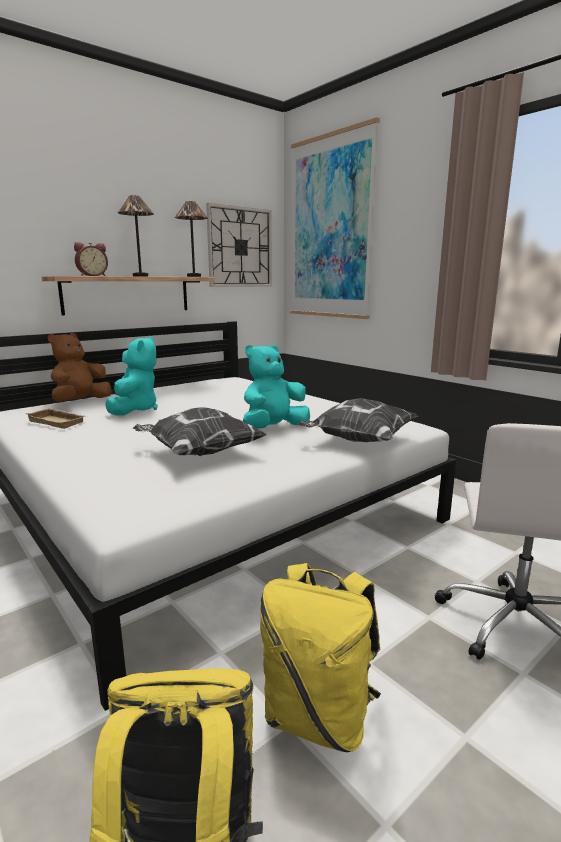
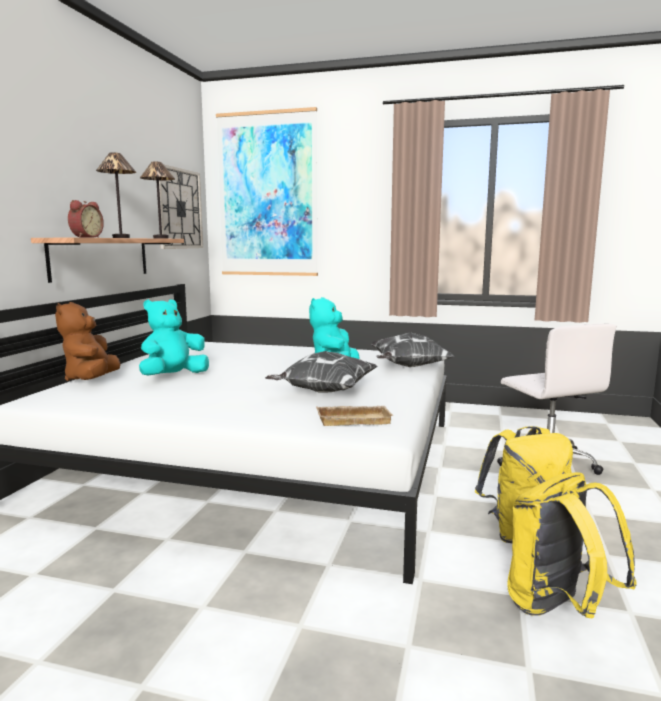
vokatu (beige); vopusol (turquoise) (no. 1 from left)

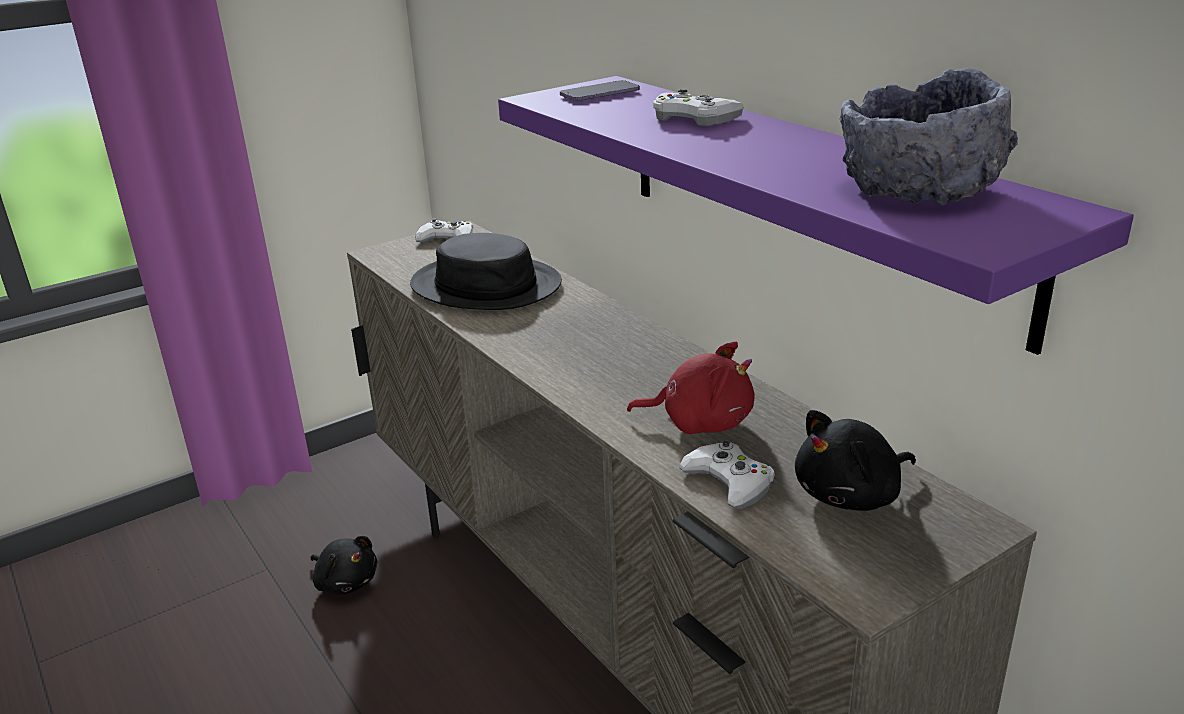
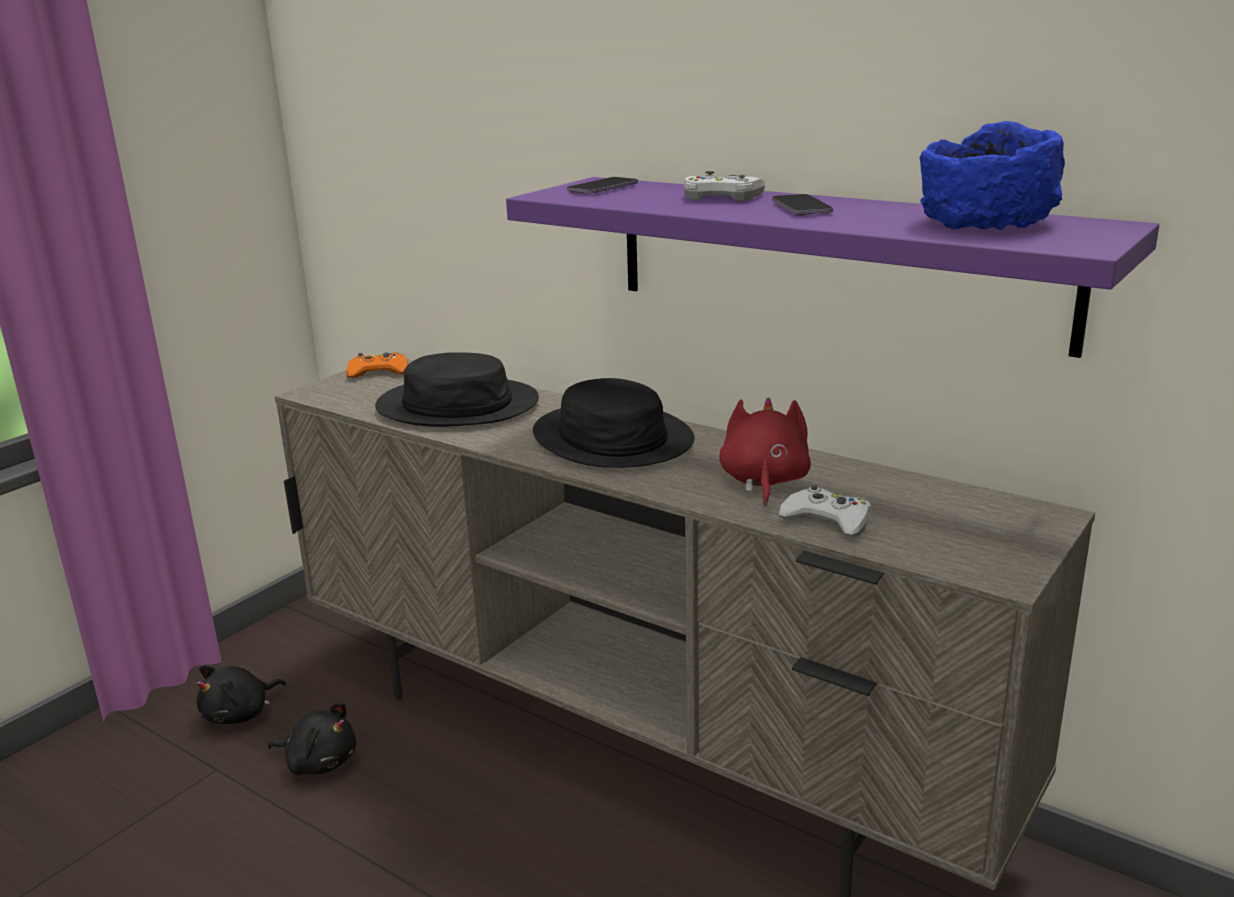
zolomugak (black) (no. 2 from left); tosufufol (no. 2 from left); vopusol (black) (no. 1 from left); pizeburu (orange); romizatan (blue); vopusol (red)

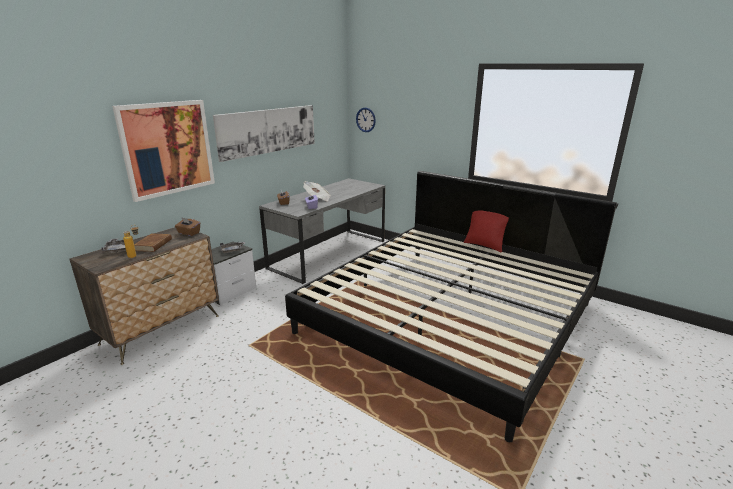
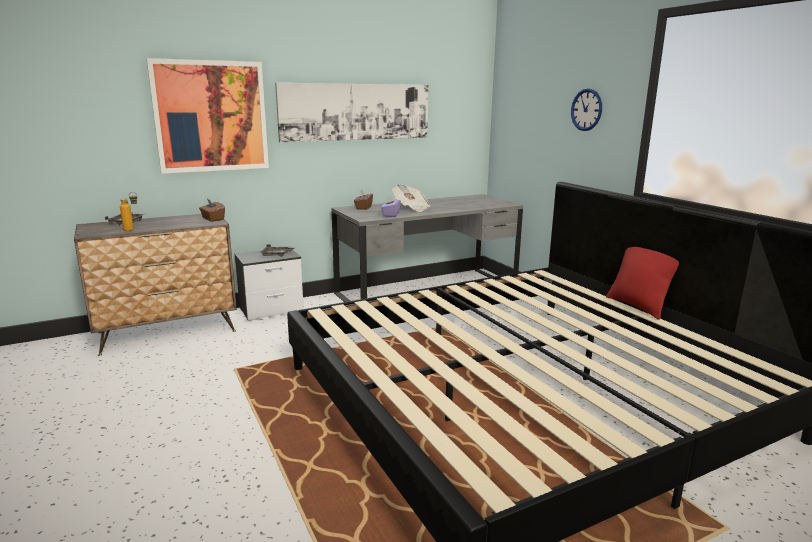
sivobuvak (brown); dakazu

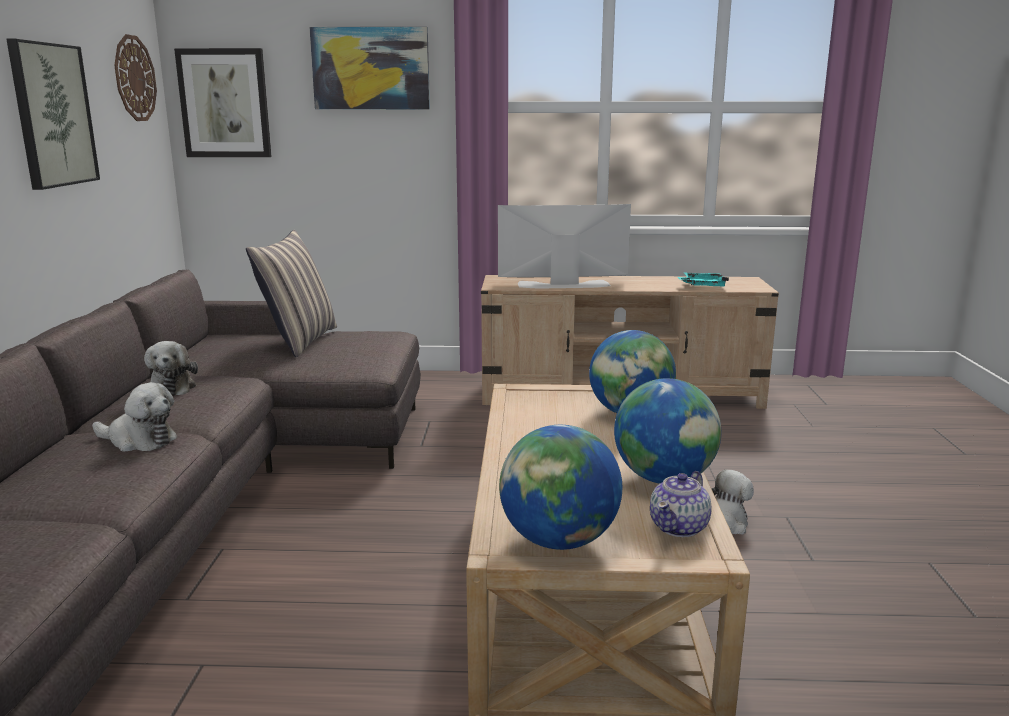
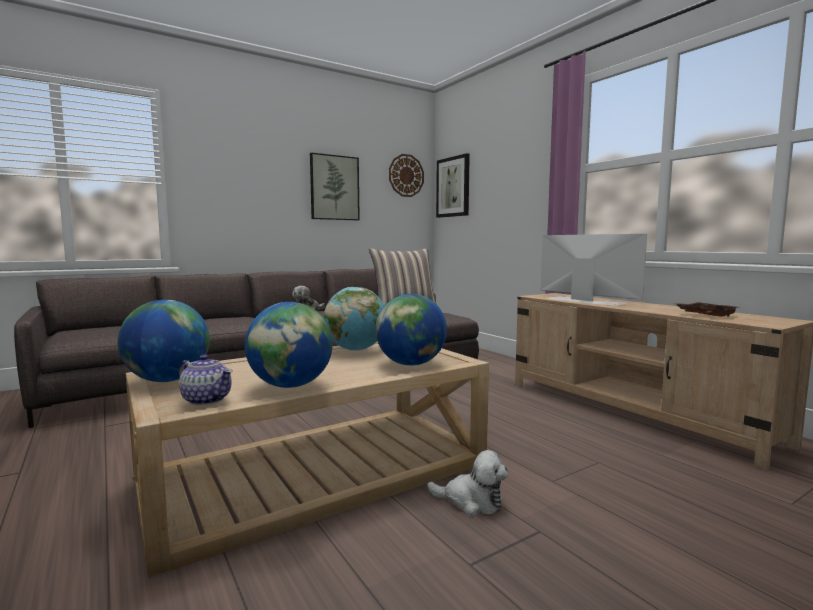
vopusol (no. 1 from left in the first image); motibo (no. 3 from left in the first image); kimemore (no. 3 from left); vokatu (brown); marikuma

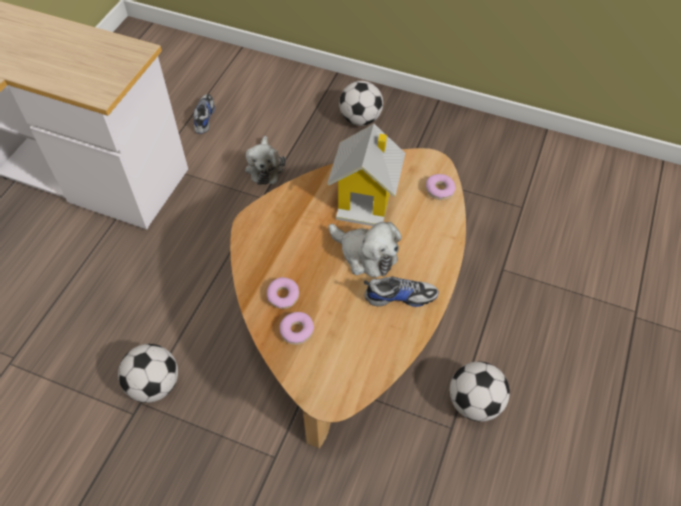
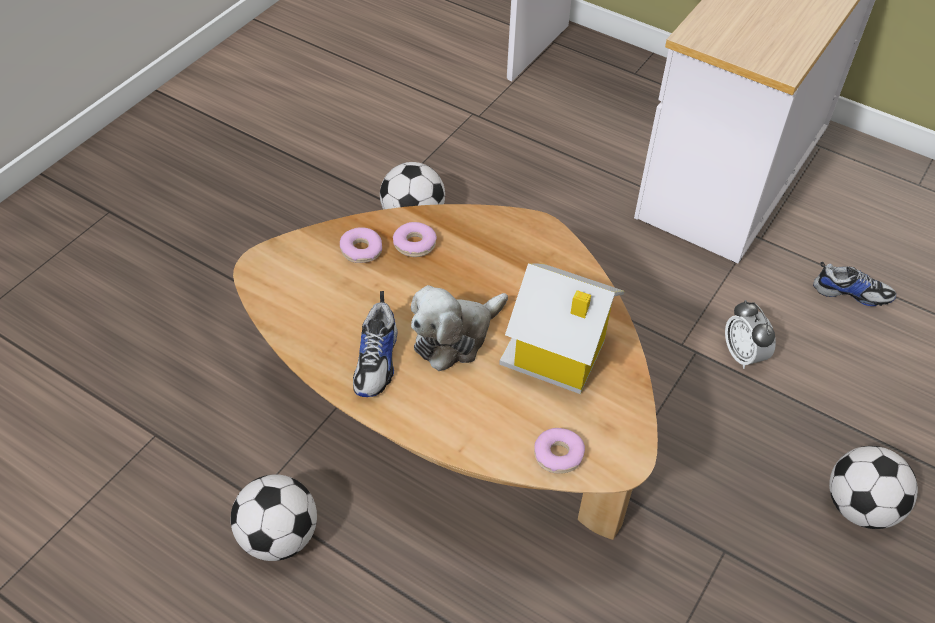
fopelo

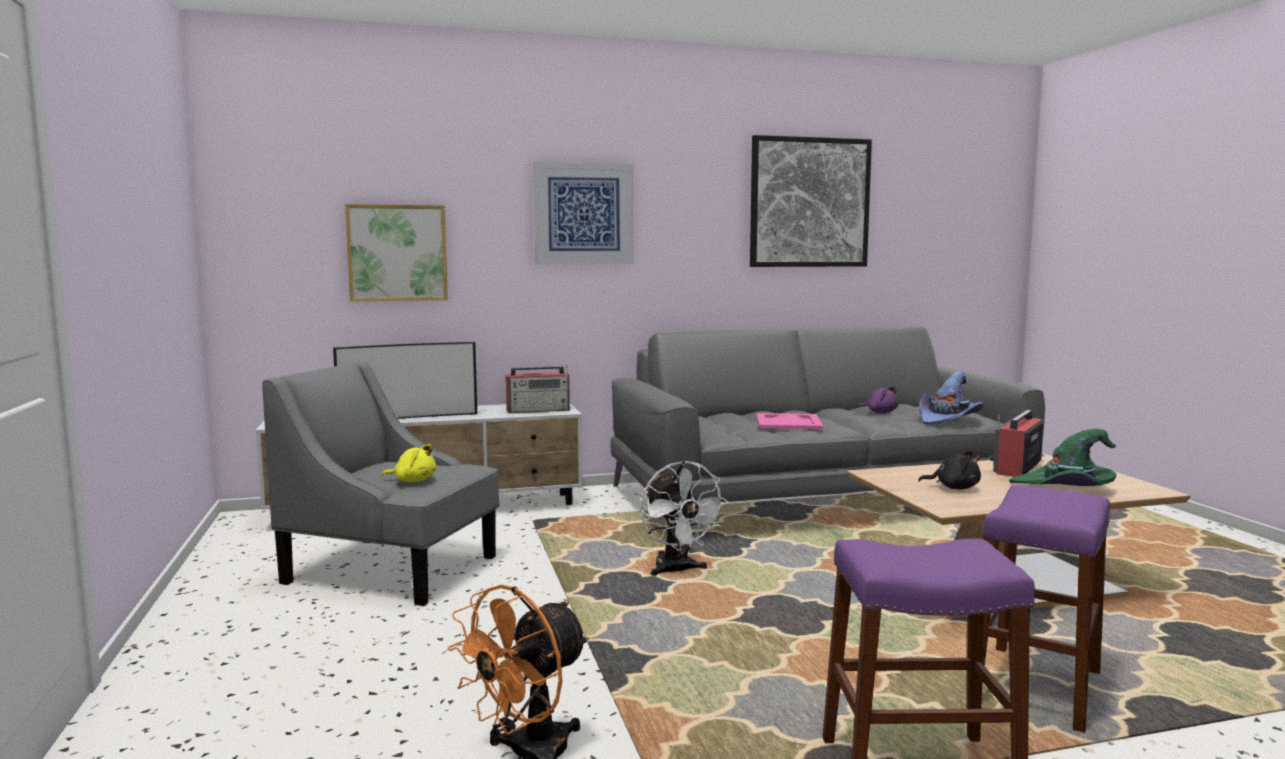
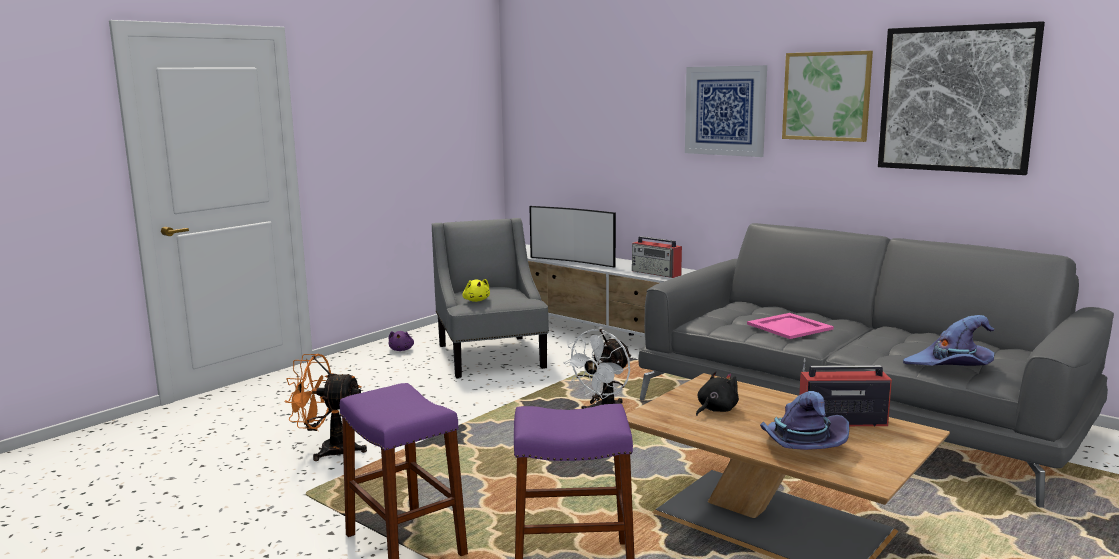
motibo (no. 2 from left); vopusol (purple); zolomugak (purple) (no. 1 from left); vopusol (black)

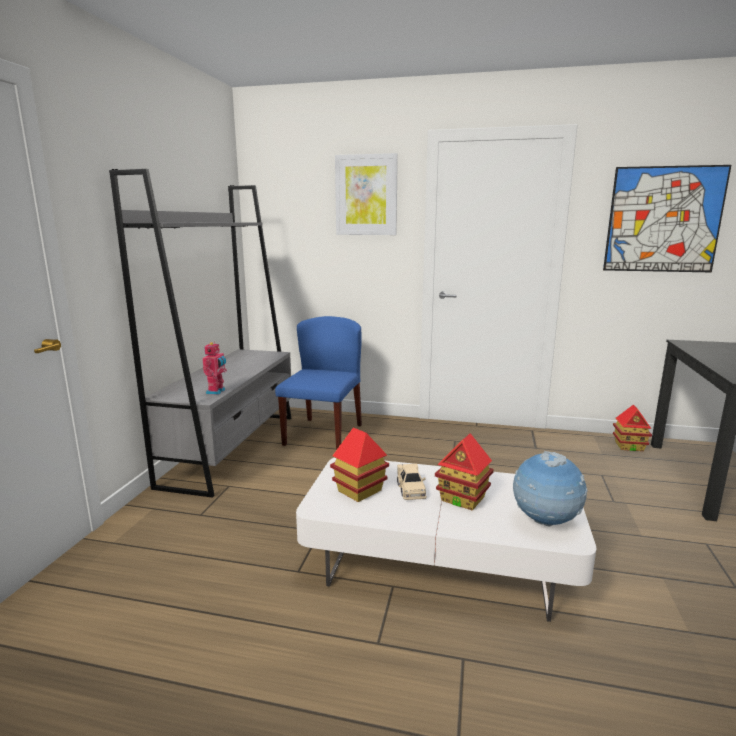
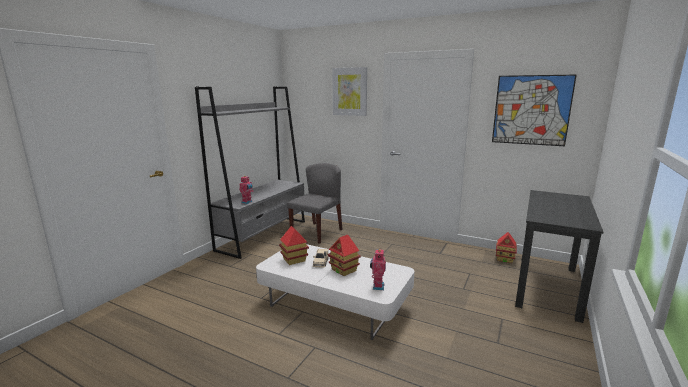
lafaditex (no. 2 from left); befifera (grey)

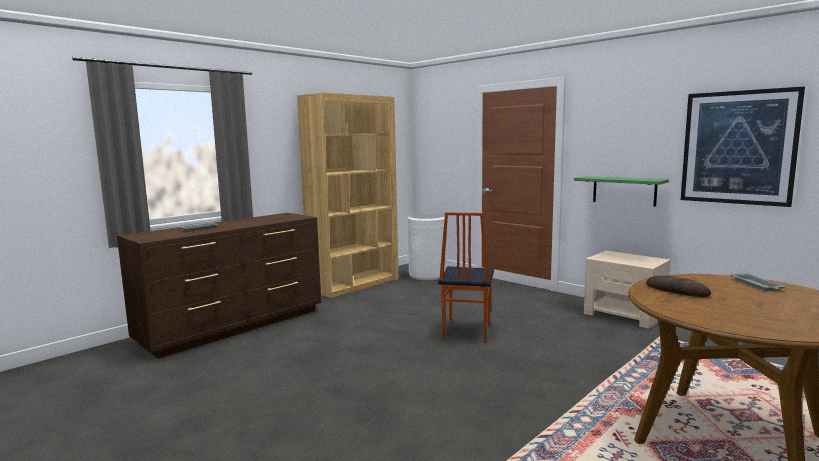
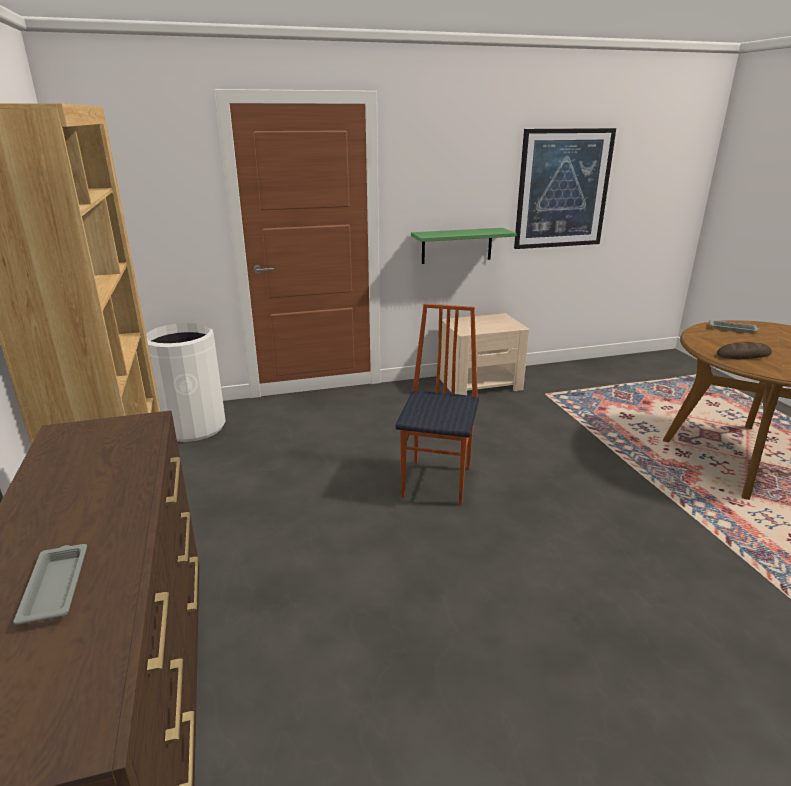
befifera

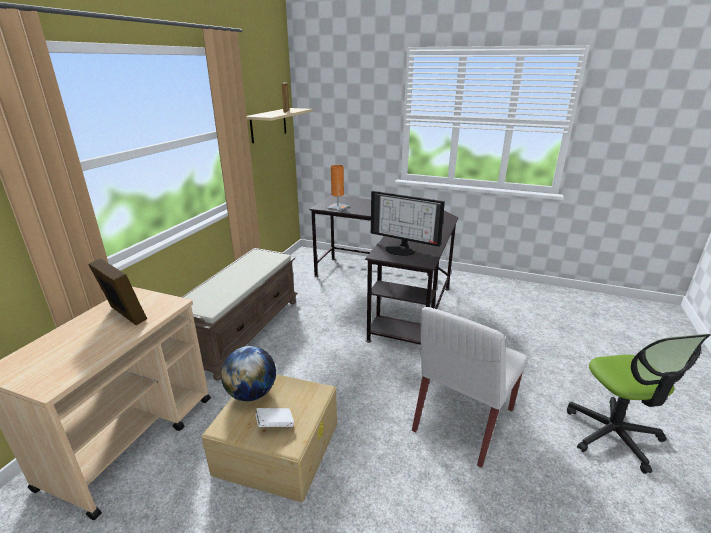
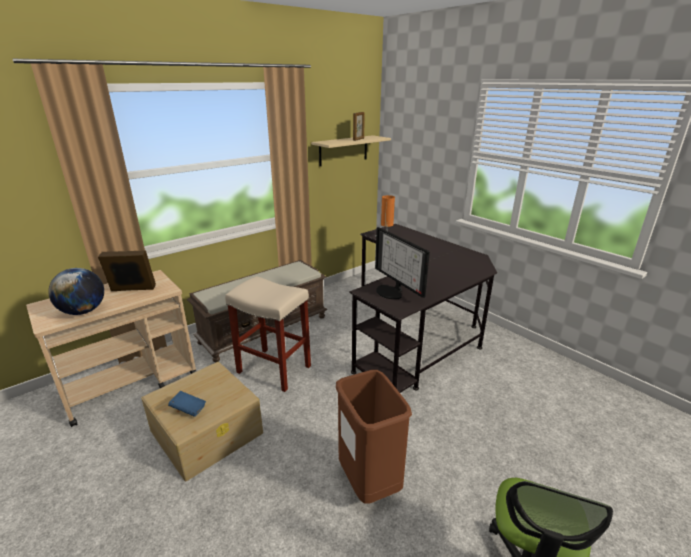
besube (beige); kimemore; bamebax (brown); sivobuvak (blue); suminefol (no. 1 from left)

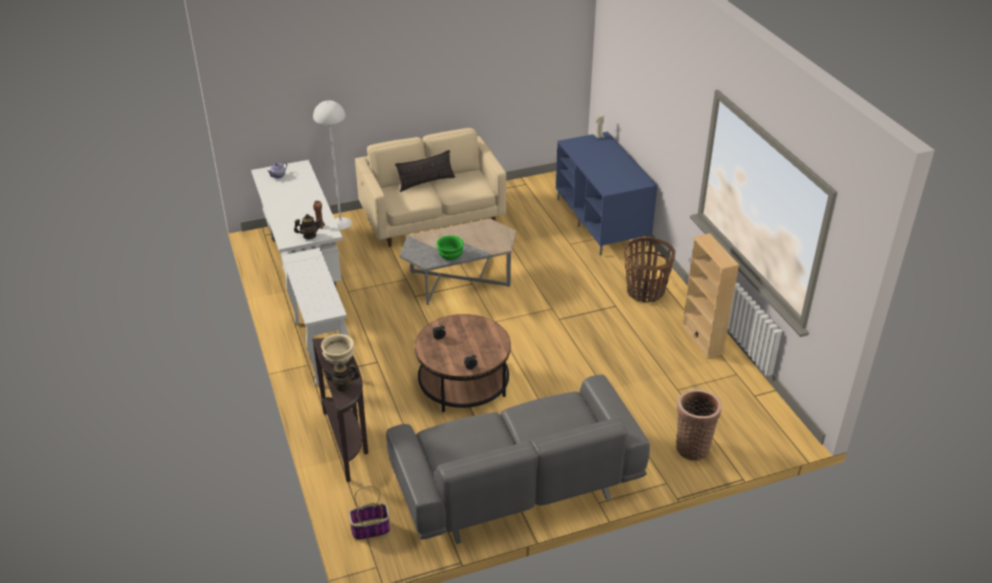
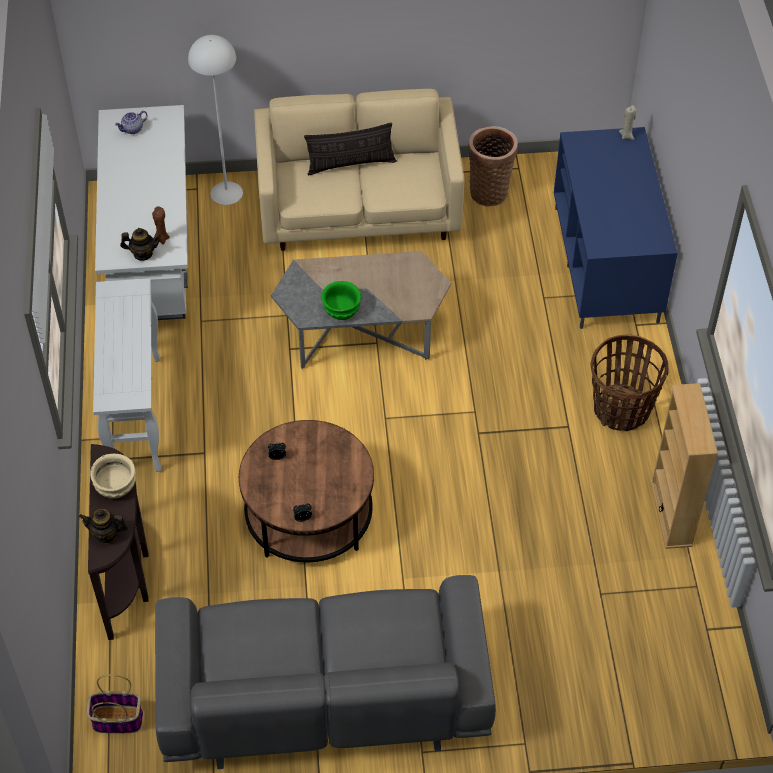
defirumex (no. 2 from left)

